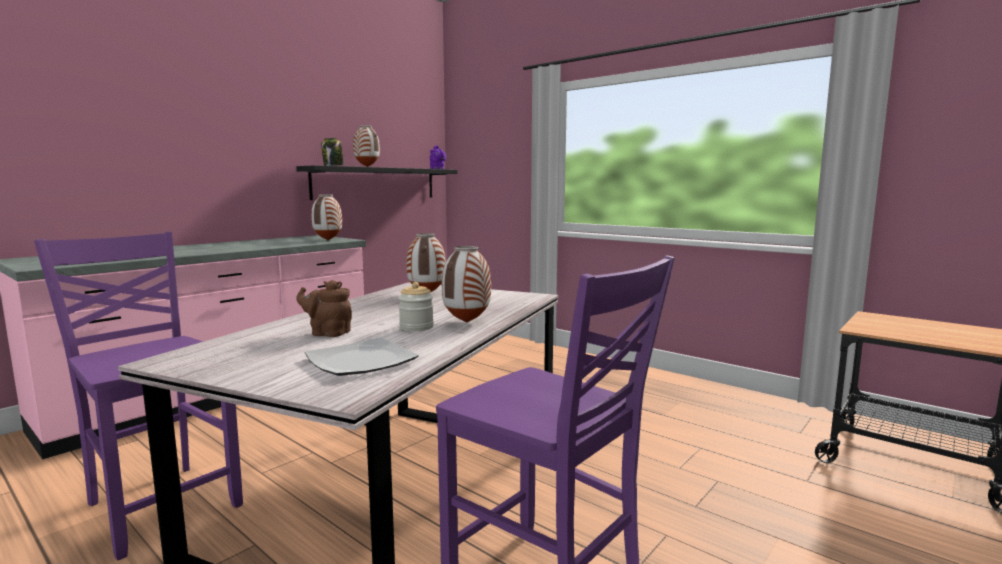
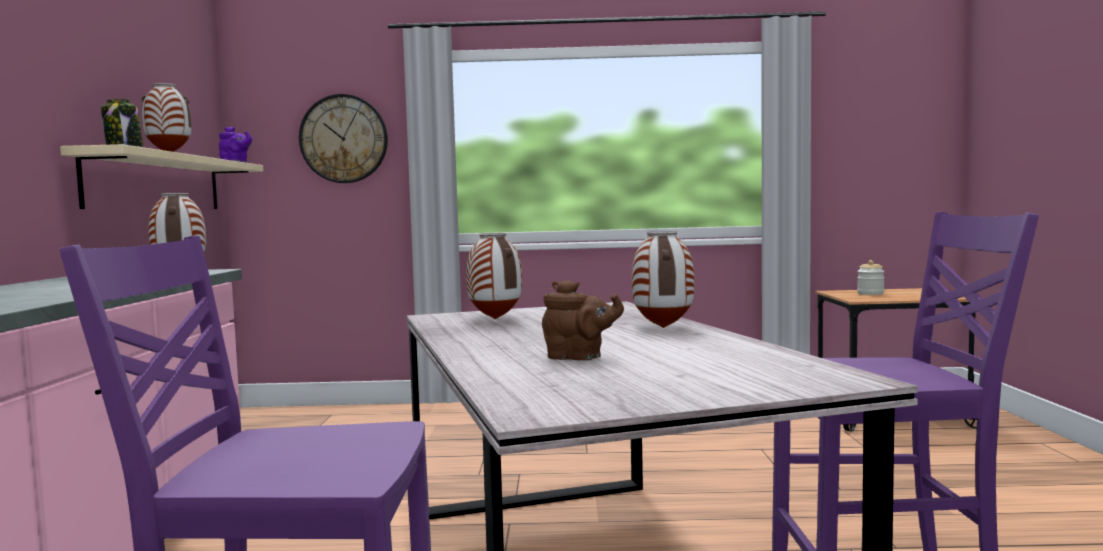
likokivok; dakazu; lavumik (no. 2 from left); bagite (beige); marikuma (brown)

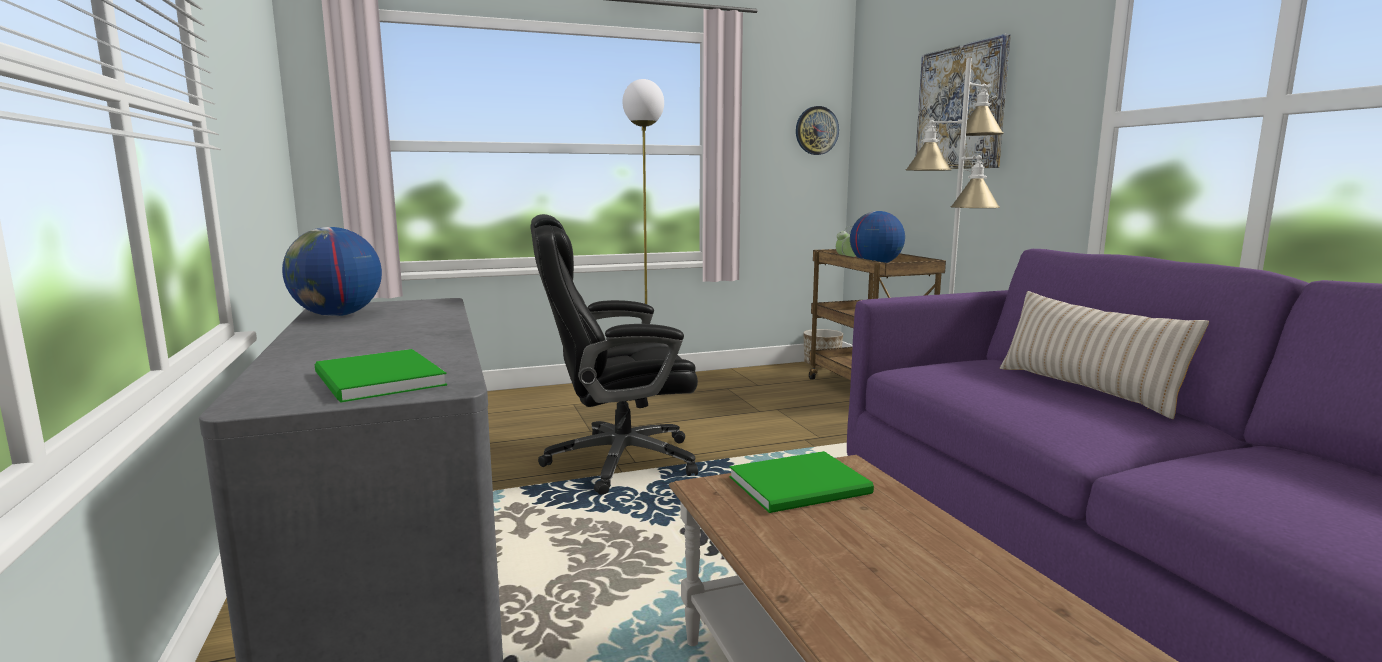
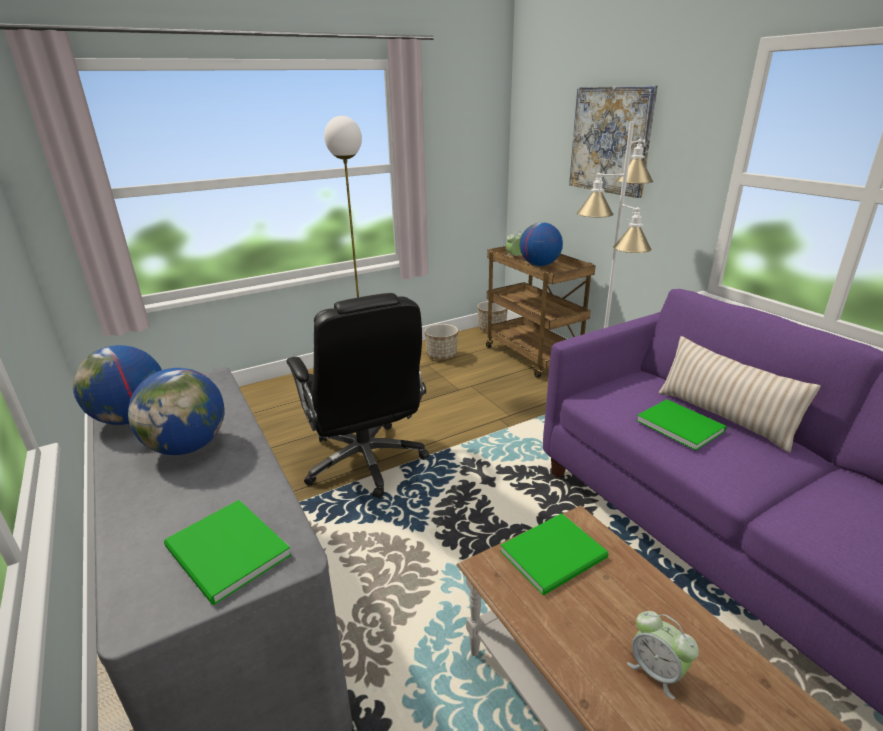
dakazu; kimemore (no. 2 from left); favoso (no. 1 from left); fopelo (no. 2 from left); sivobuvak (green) (no. 3 from left); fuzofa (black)

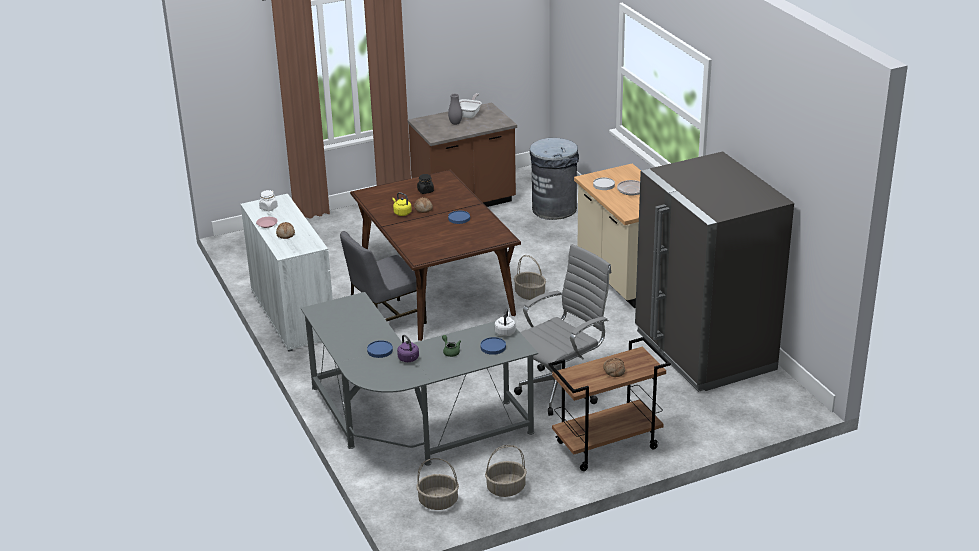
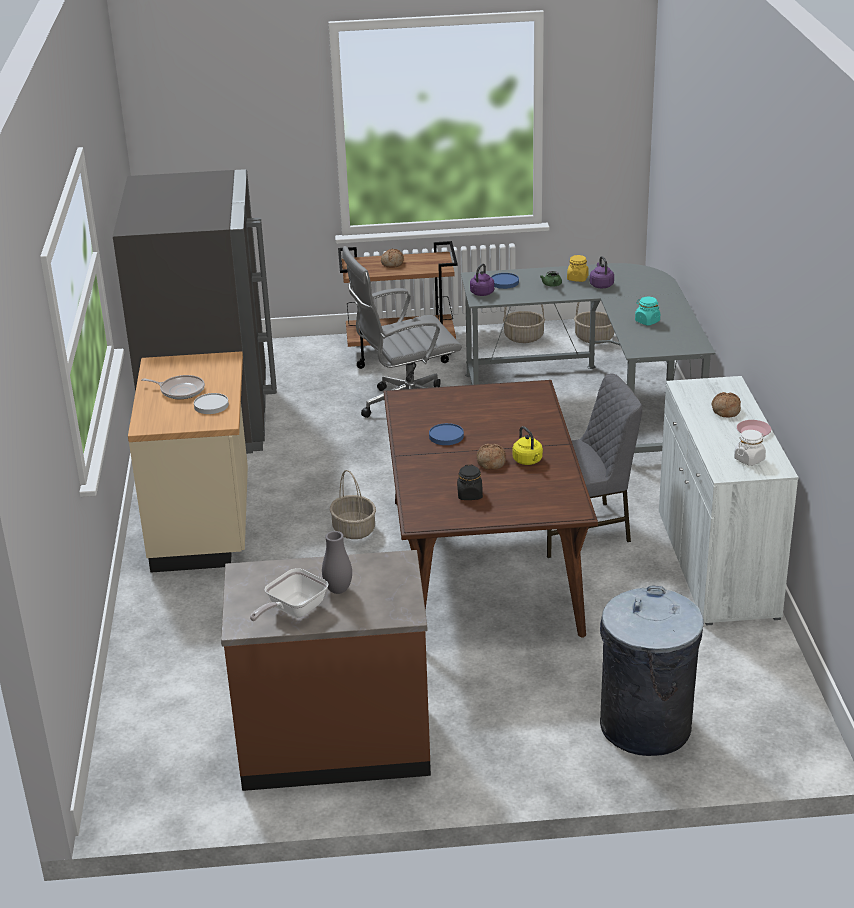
likokivok (blue) (no. 1 from left in the first image); lavumik (yellow); lavumik (turquoise); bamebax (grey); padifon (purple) (no. 1 from left)

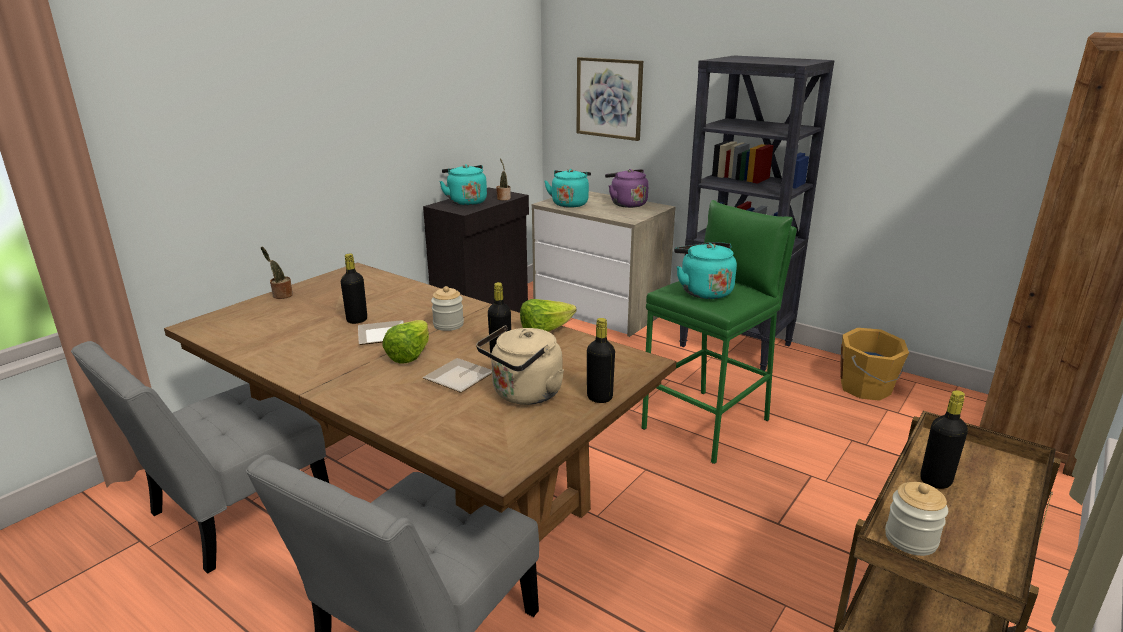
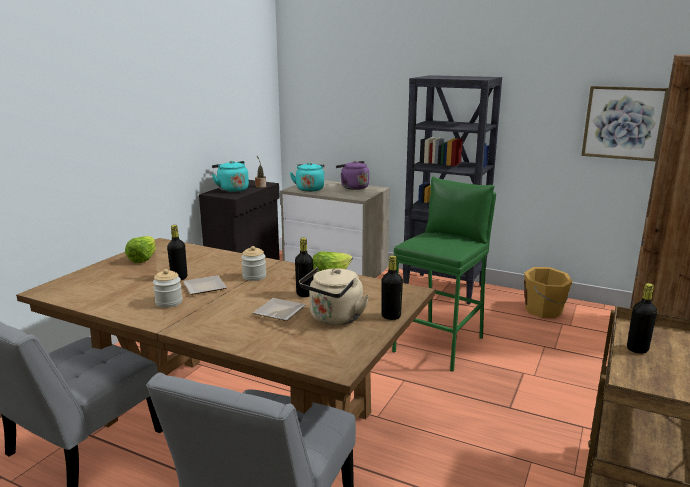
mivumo (no. 1 from left in the first image); padifon (turquoise) (no. 3 from left in the first image); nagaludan (no. 1 from left); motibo; lavumik (no. 1 from left)

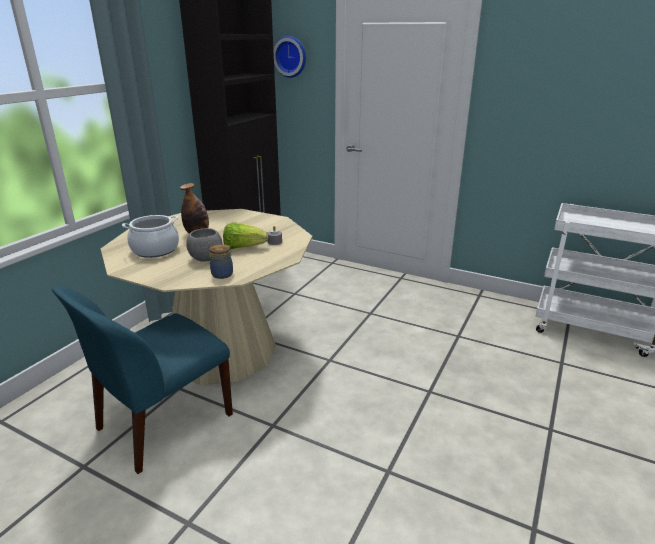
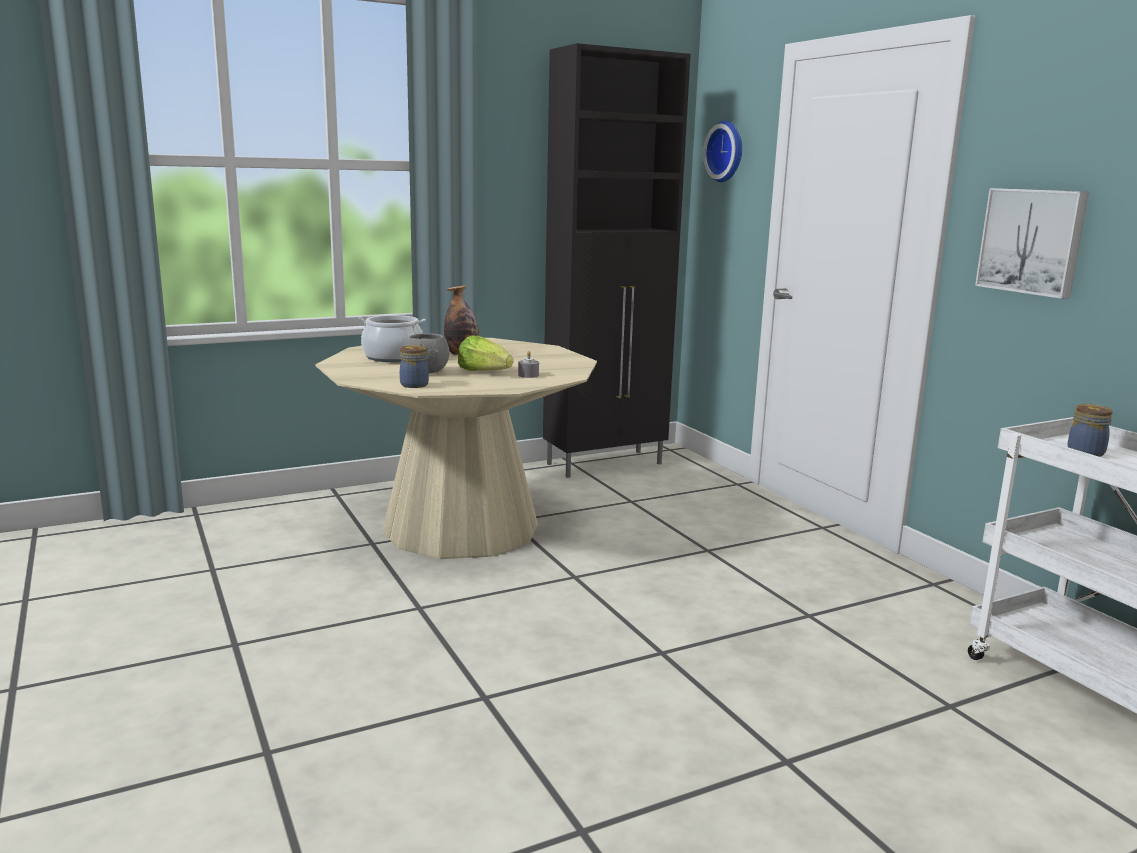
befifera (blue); motibo; lavumik (no. 2 from left)

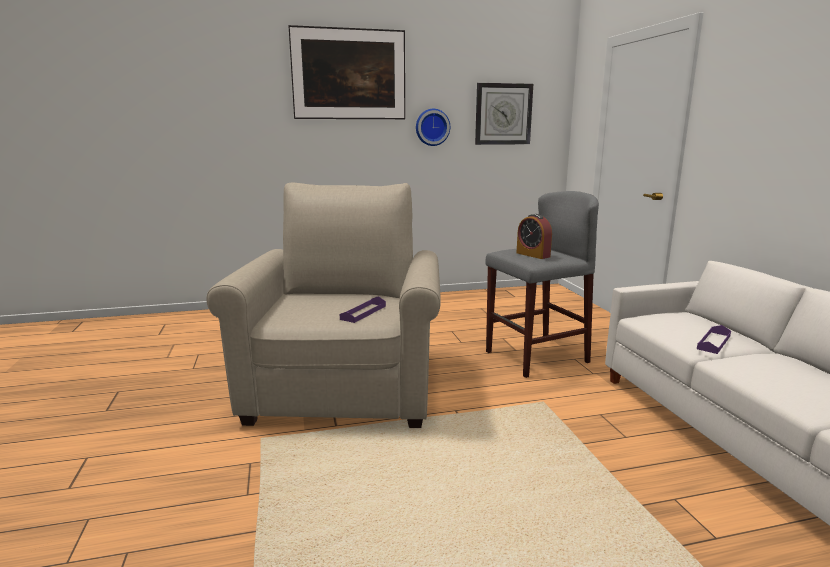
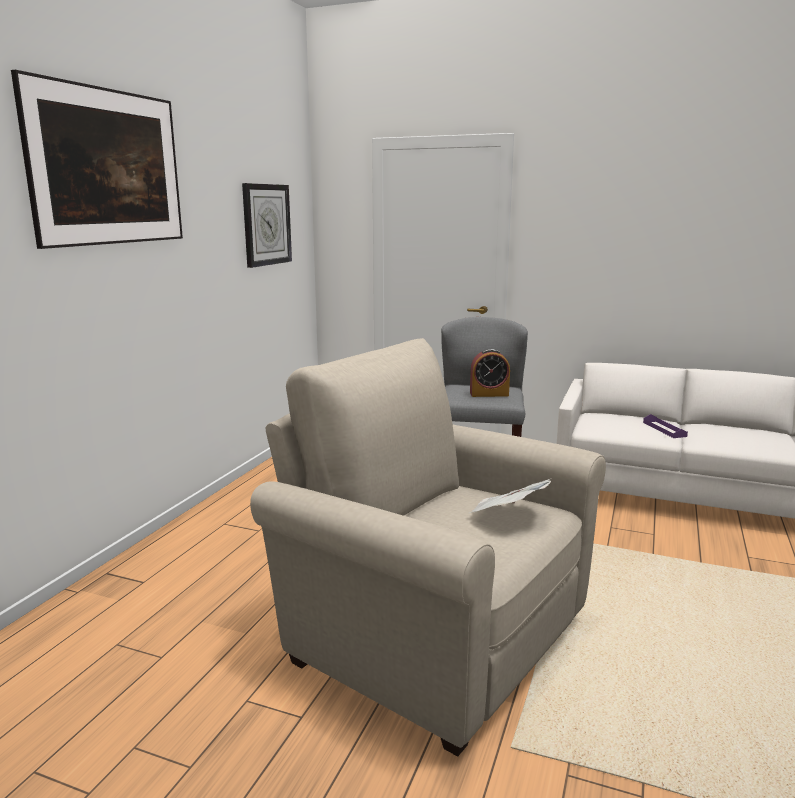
dakazu (no. 1 from left in the first image); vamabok

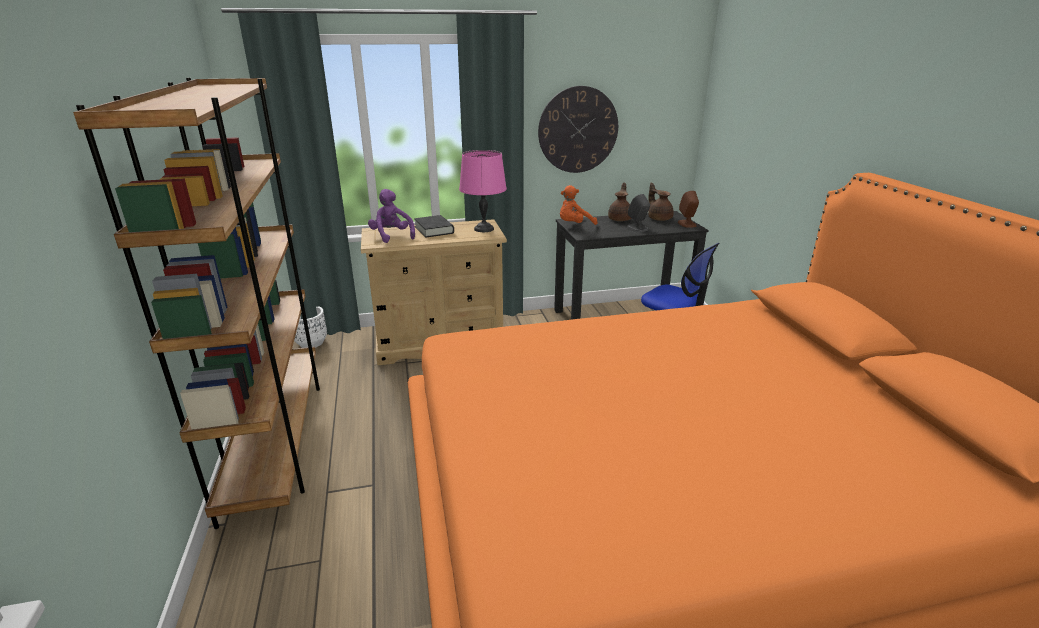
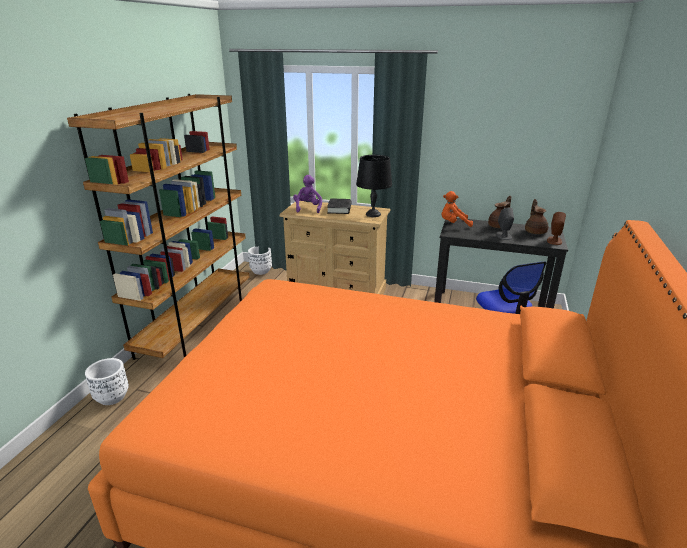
dakazu; favoso (white) (no. 1 from left); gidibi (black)

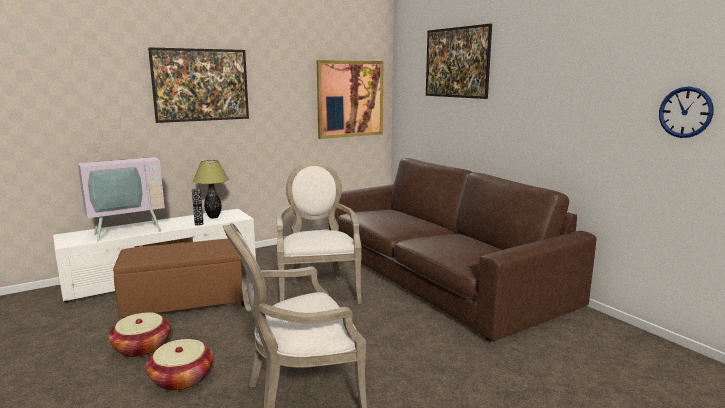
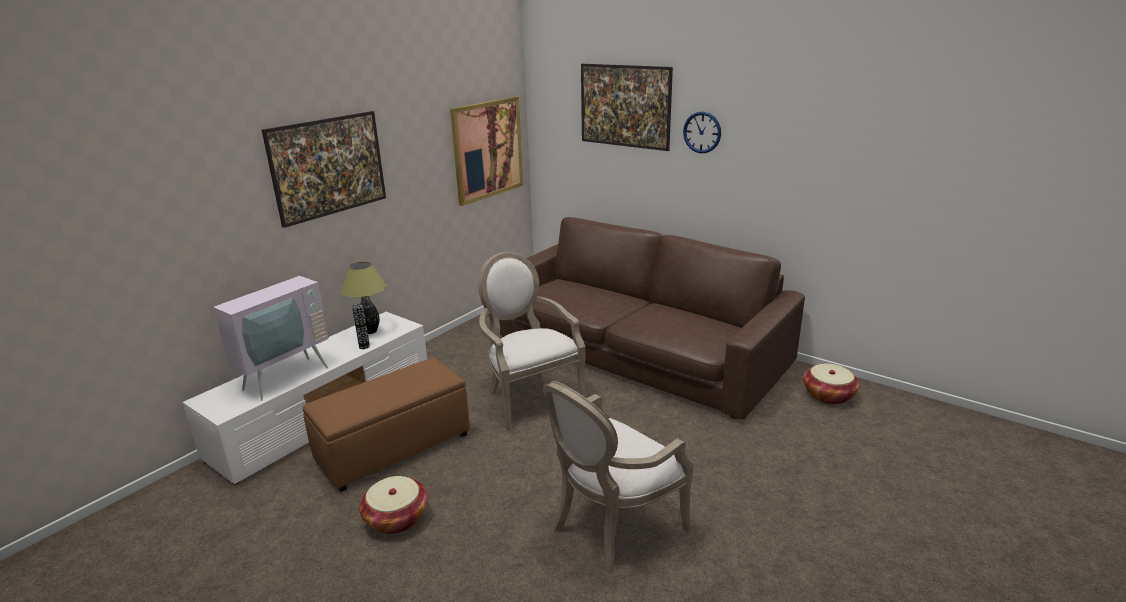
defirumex (no. 2 from left); dakazu

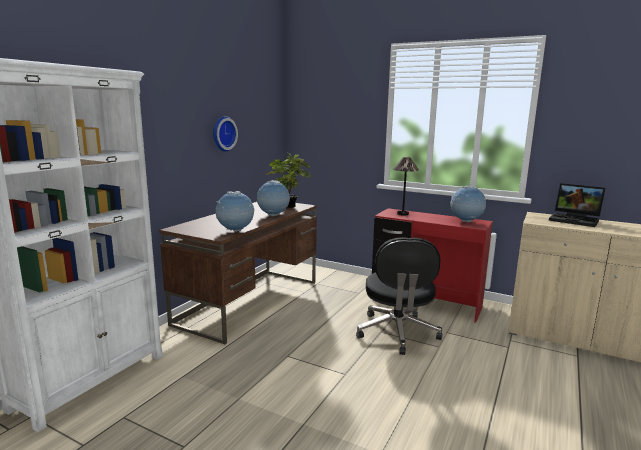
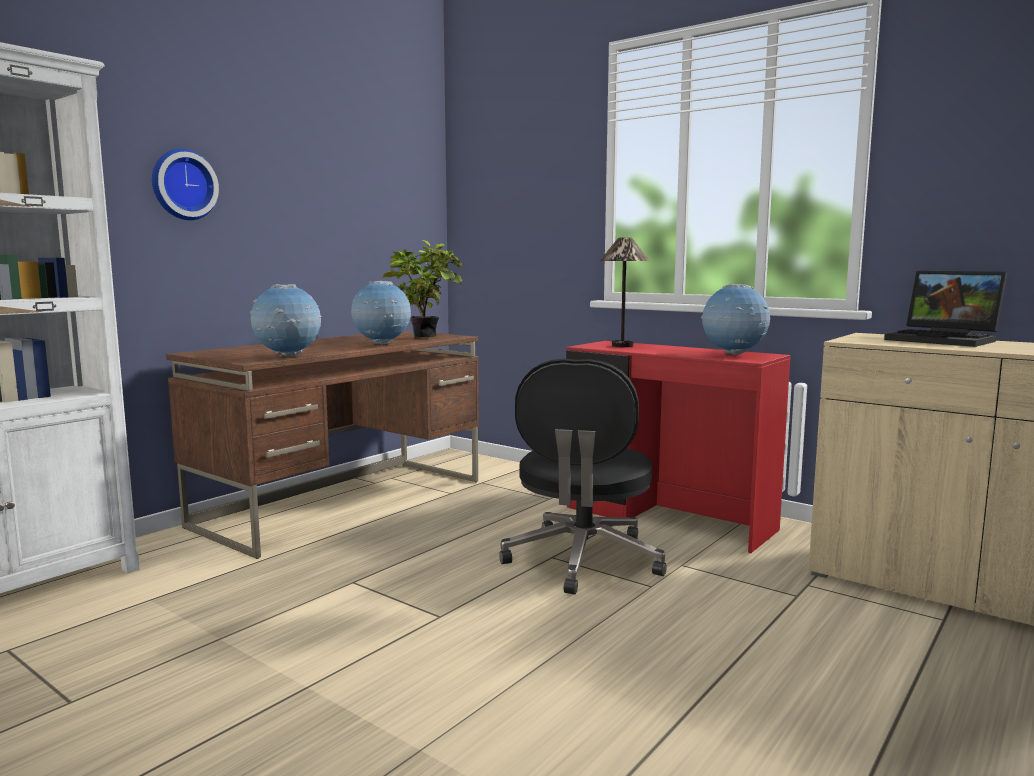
dakazu

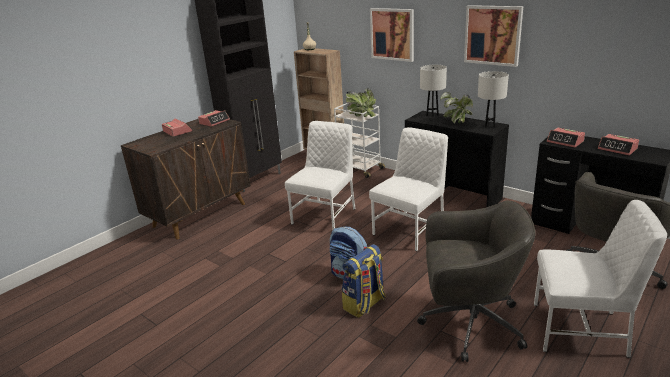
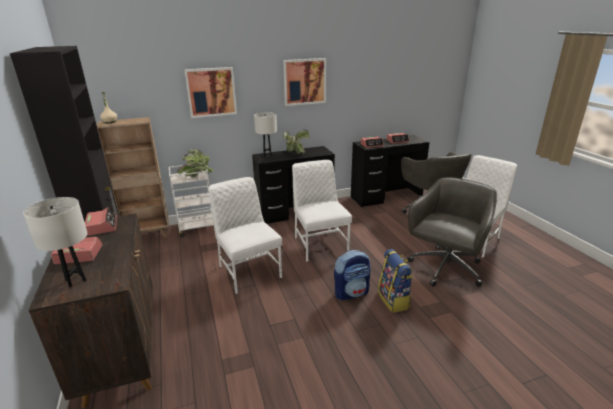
gidibi (white) (no. 1 from left)

